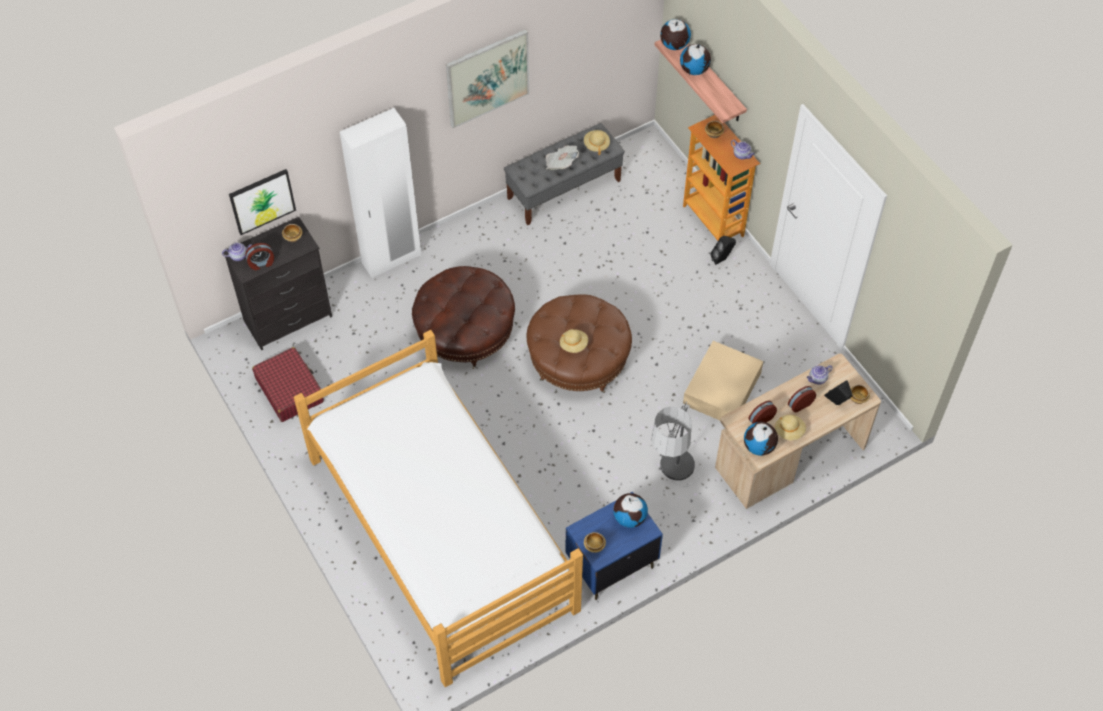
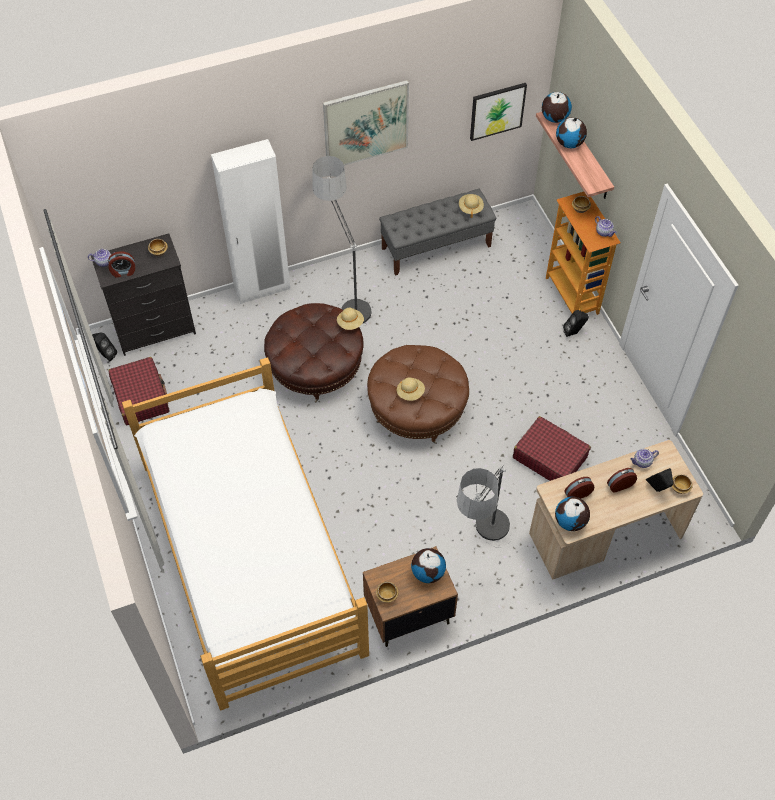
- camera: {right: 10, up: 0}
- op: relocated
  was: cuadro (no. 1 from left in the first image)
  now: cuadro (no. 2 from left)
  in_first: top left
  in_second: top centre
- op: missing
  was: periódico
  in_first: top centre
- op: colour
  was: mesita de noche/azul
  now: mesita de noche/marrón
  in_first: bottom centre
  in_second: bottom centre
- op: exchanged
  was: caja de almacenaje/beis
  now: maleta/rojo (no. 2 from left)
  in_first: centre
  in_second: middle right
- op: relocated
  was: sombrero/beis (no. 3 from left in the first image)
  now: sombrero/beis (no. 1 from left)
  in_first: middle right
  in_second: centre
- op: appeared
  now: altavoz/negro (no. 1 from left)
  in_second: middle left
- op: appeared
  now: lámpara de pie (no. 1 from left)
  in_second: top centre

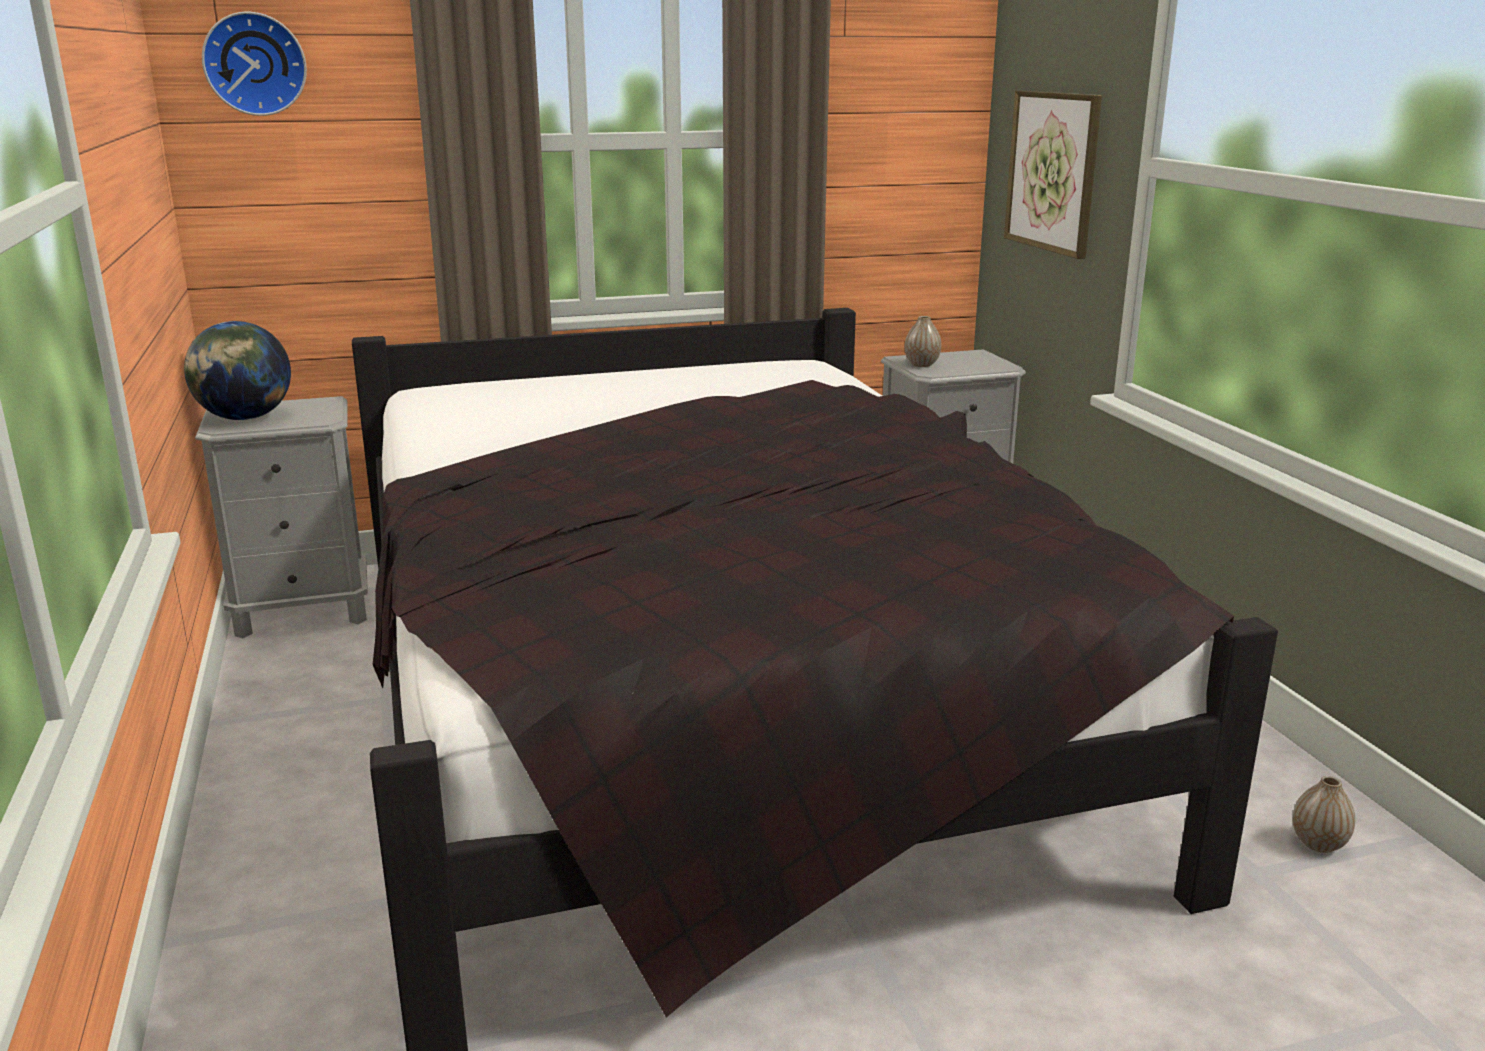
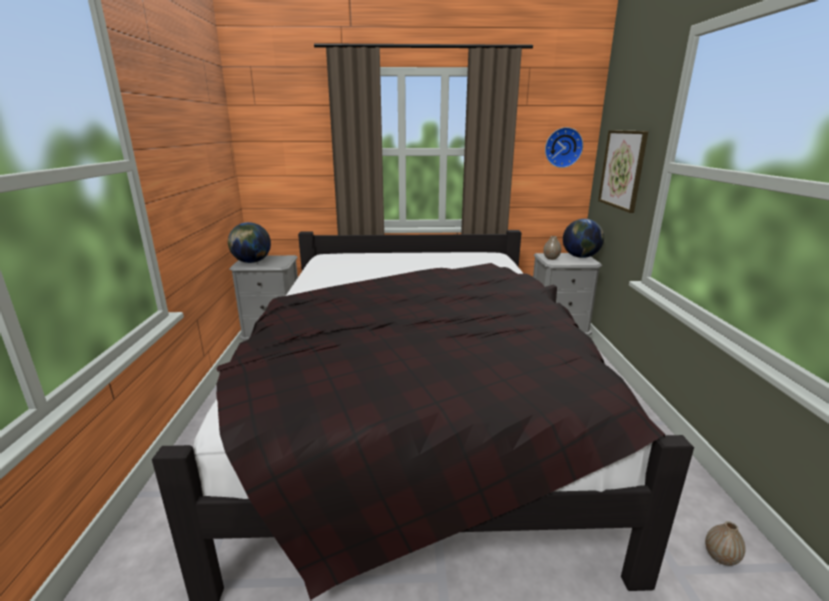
- camera: {right: 15, up: 0}
- op: relocated
  was: reloj de pared
  in_first: top left
  in_second: top right
- op: appeared
  now: globo terráqueo (no. 2 from left)
  in_second: middle right

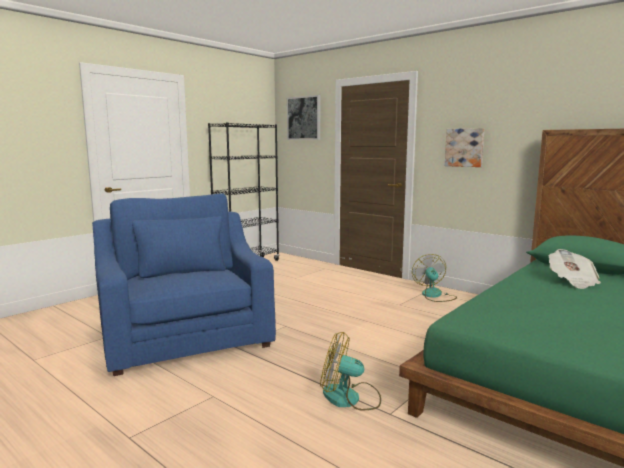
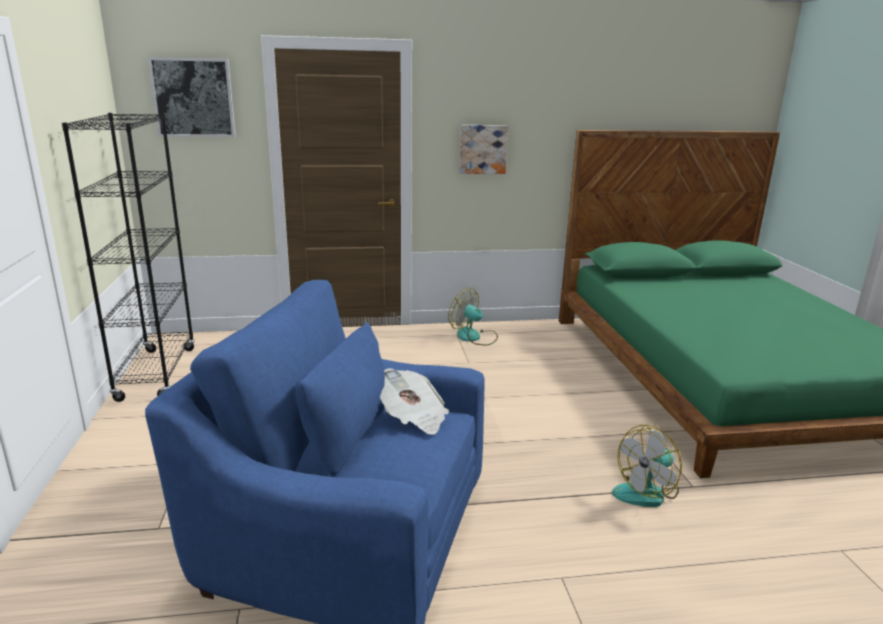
- camera: {right: -50, up: 10}
- op: relocated
  was: periódico
  in_first: middle right
  in_second: centre

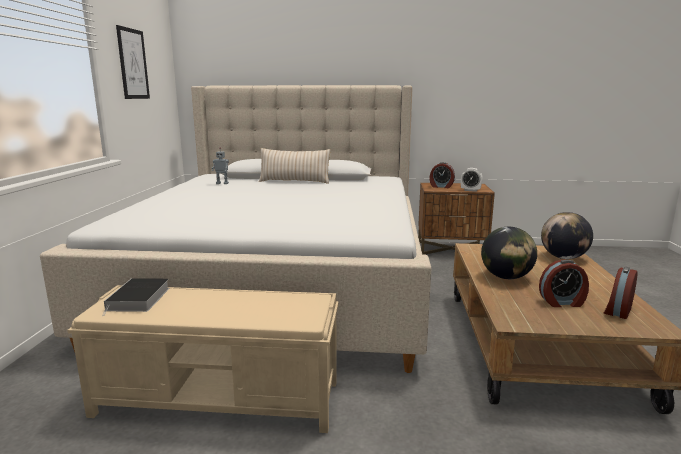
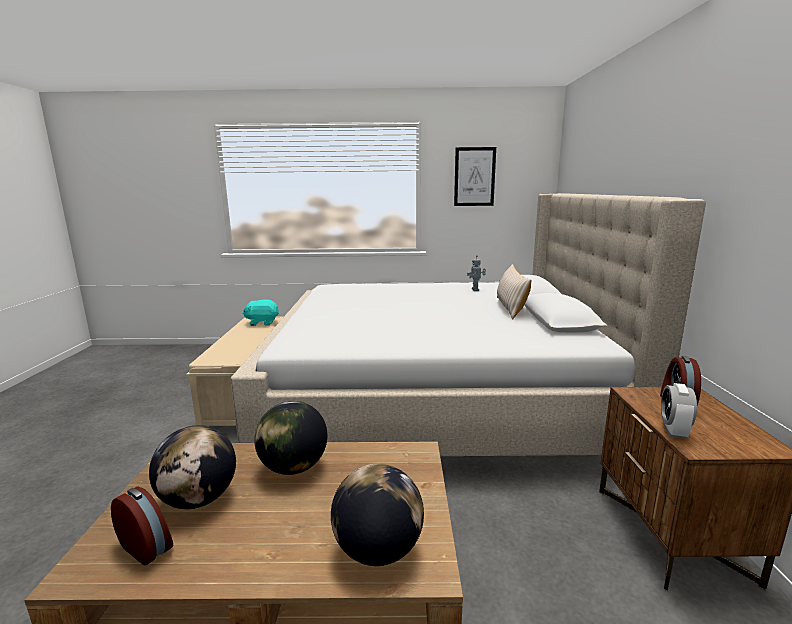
- camera: {right: 85, up: 0}
- op: exchanged
  was: libro
  now: peluche/turquesa
  in_first: middle left
  in_second: middle left
- op: exchanged
  was: despertador (no. 3 from left)
  now: globo terráqueo (no. 1 from left)
  in_first: middle right
  in_second: bottom left

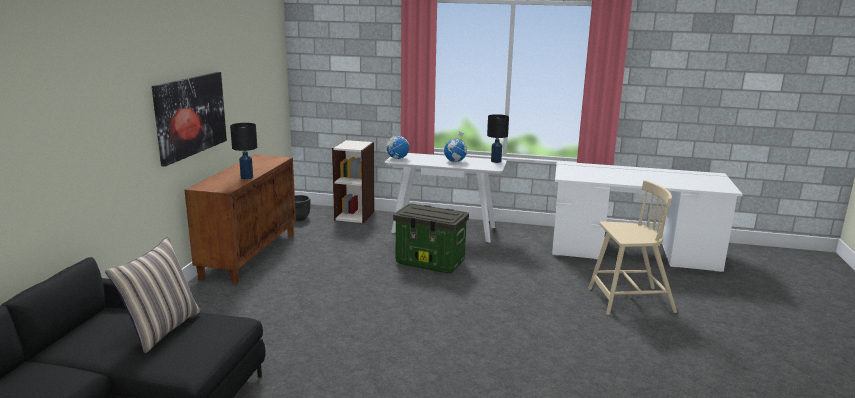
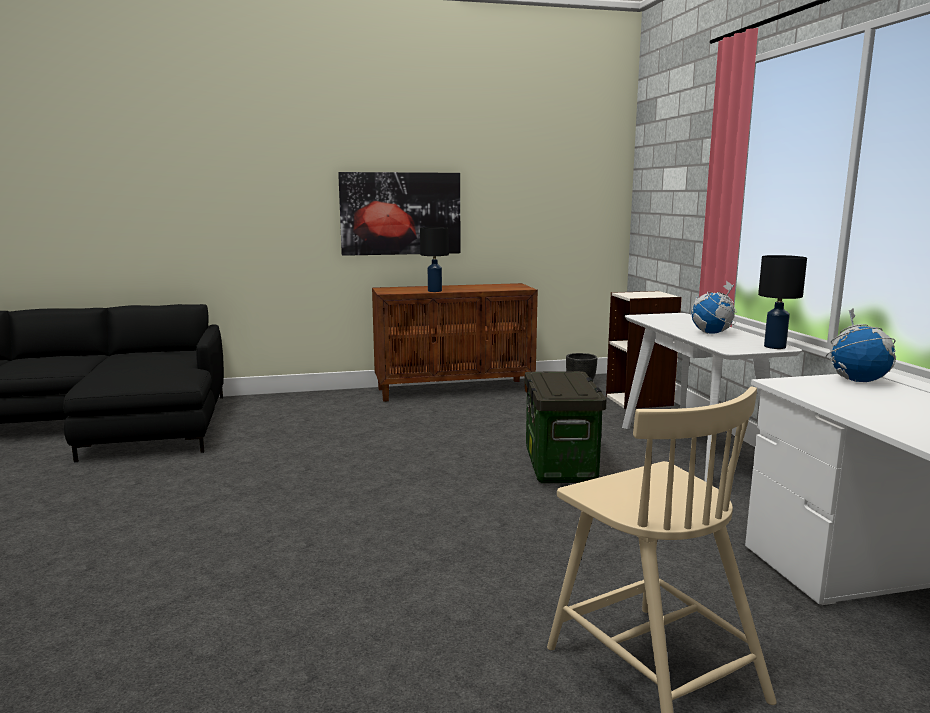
- camera: {right: 65, up: -5}
- op: missing
  was: cojín
  in_first: bottom left
- op: relocated
  was: globo terráqueo (no. 1 from left in the first image)
  now: globo terráqueo (no. 2 from left)
  in_first: centre
  in_second: middle right

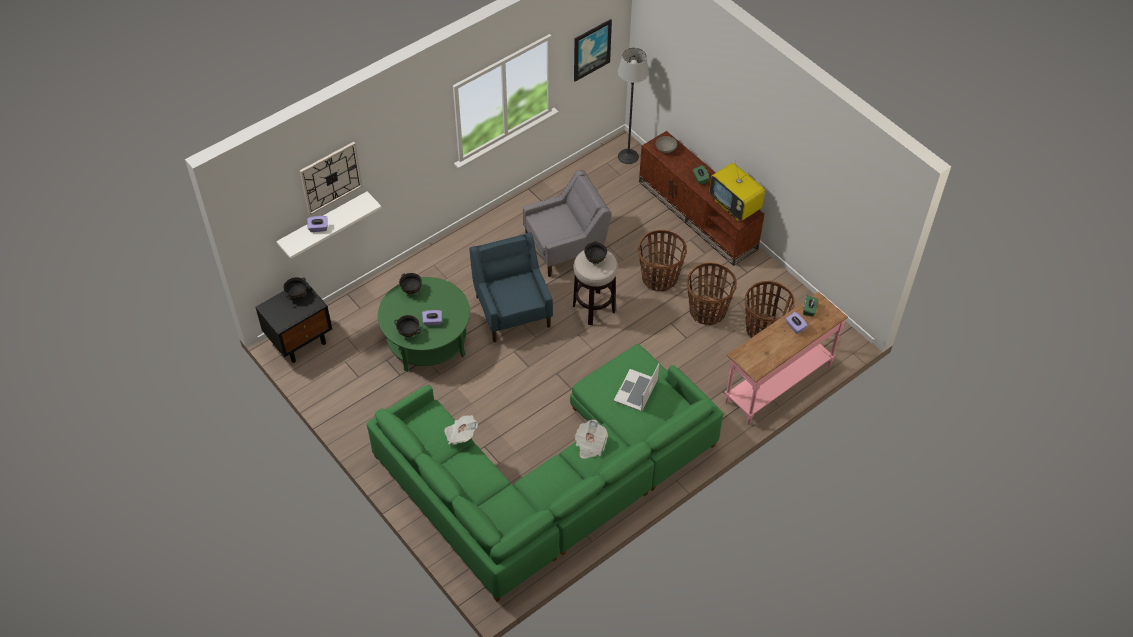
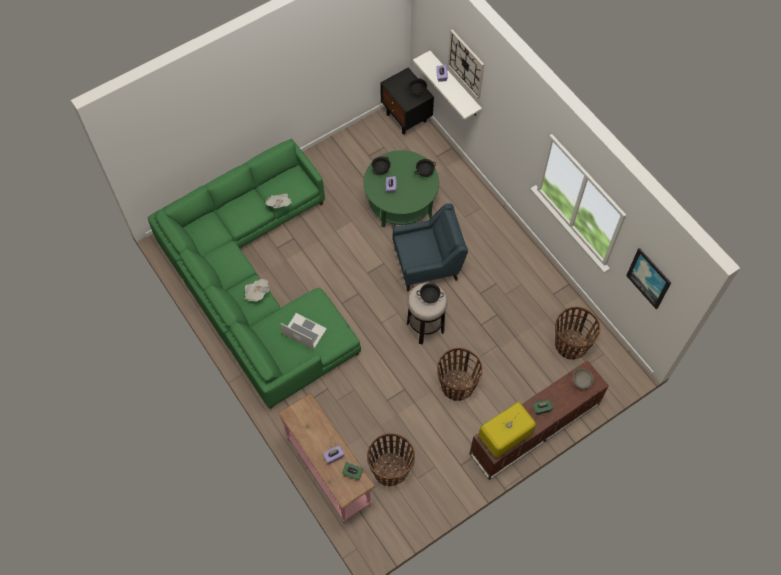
- camera: {right: 95, up: 10}
- op: missing
  was: sillón/gris
  in_first: centre
- op: missing
  was: lámpara de pie
  in_first: top centre
- op: relocated
  was: cesta (no. 2 from left in the first image)
  now: cesta (no. 3 from left)
  in_first: centre
  in_second: middle right

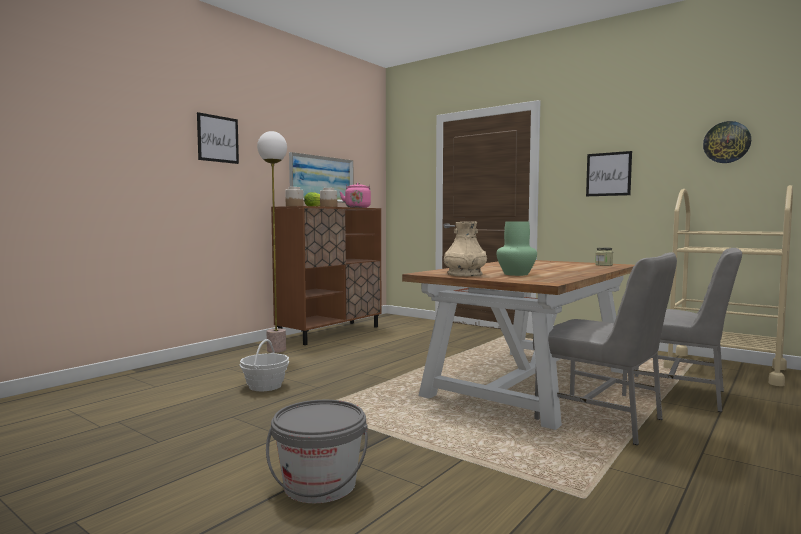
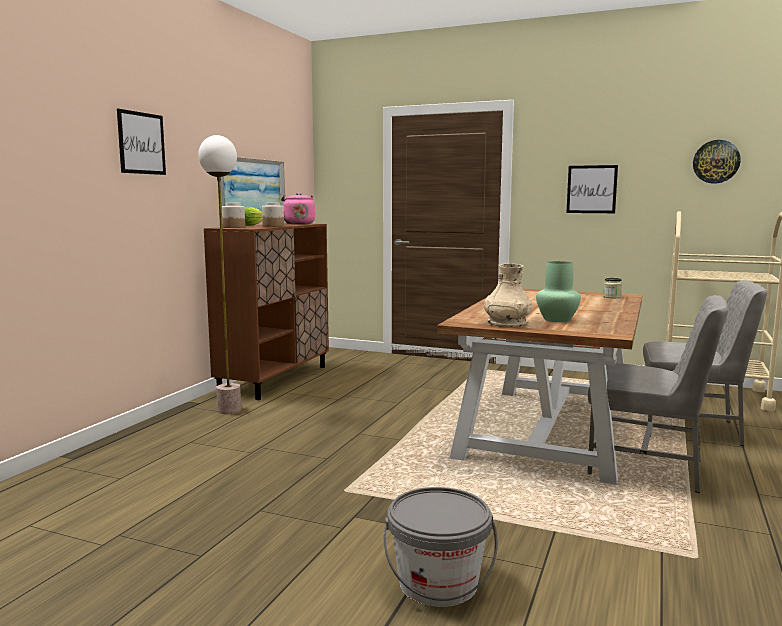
- camera: {right: -15, up: 5}
- op: missing
  was: cesta
  in_first: bottom left

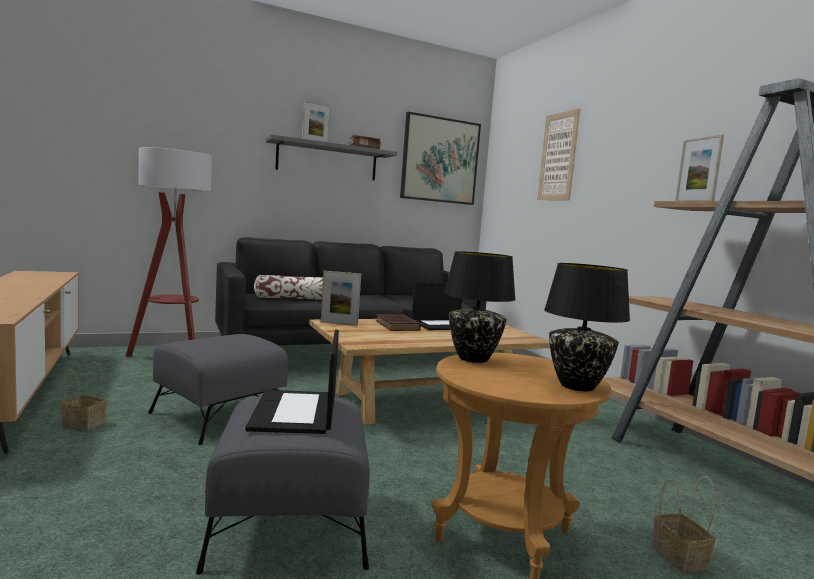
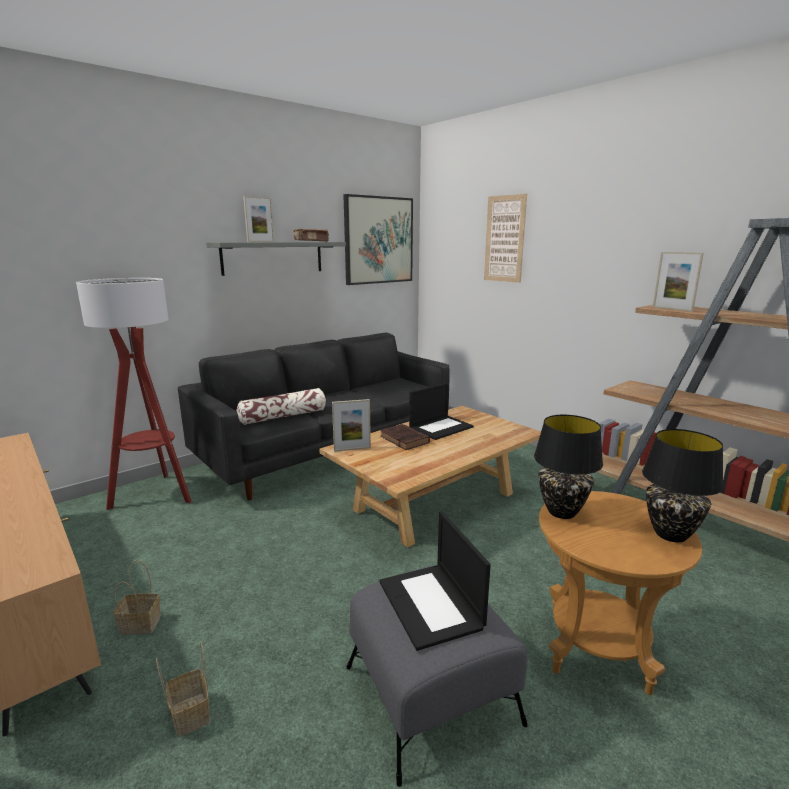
- camera: {right: -15, up: 10}
- op: missing
  was: puf/gris (no. 1 from left)
  in_first: bottom left
- op: relocated
  was: cesta (no. 2 from left)
  in_first: bottom right
  in_second: bottom left

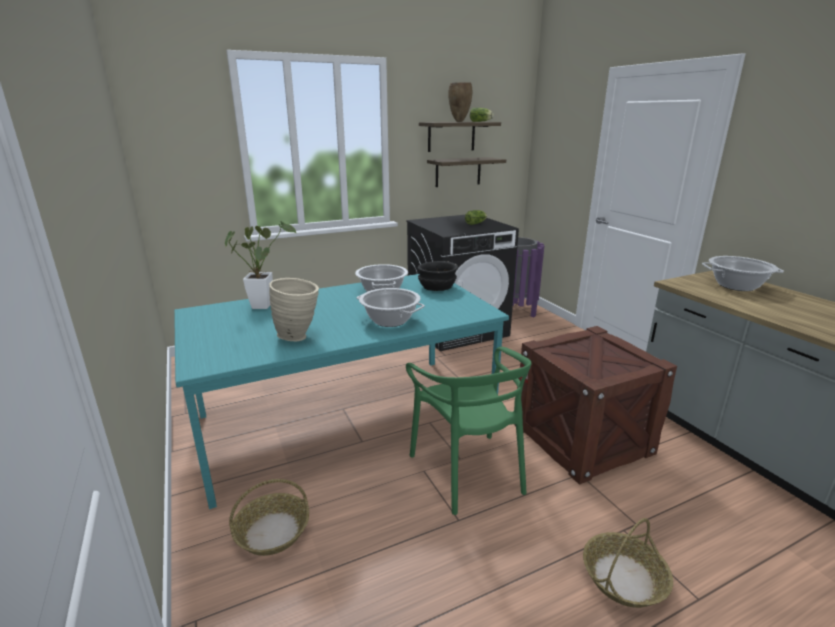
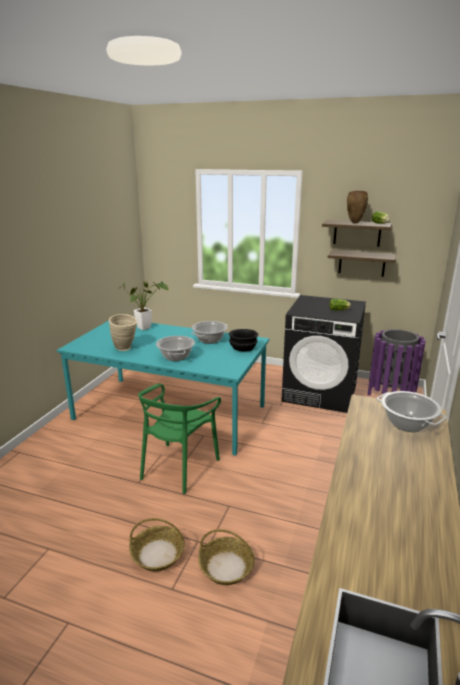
- camera: {right: 45, up: 0}
- op: relocated
  was: cesta (no. 1 from left in the first image)
  now: cesta (no. 2 from left)
  in_first: bottom left
  in_second: bottom centre
- op: missing
  was: caja de embalaje
  in_first: middle right

